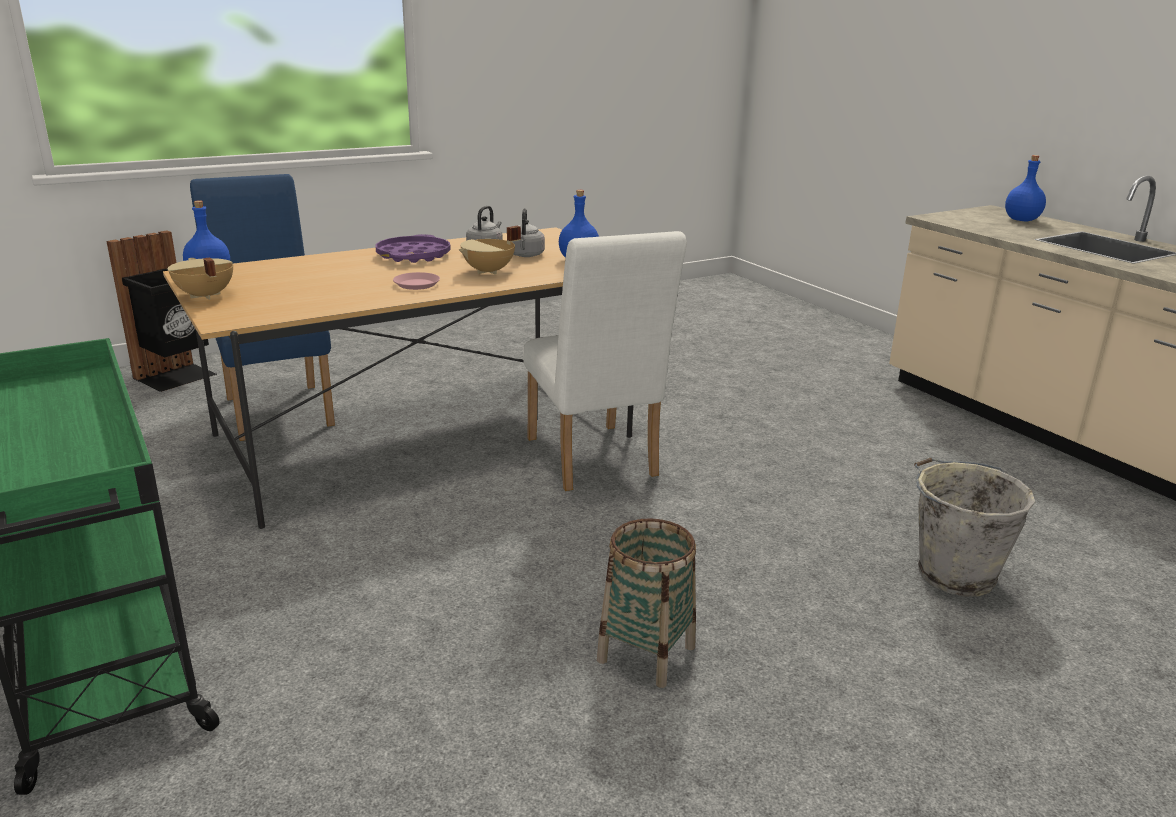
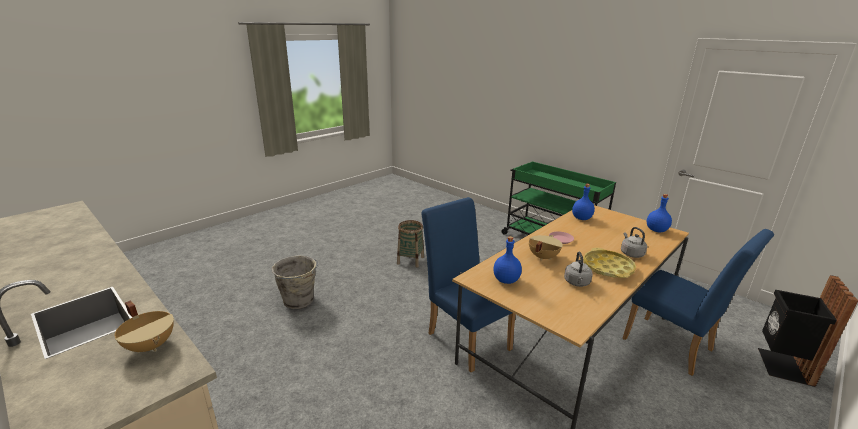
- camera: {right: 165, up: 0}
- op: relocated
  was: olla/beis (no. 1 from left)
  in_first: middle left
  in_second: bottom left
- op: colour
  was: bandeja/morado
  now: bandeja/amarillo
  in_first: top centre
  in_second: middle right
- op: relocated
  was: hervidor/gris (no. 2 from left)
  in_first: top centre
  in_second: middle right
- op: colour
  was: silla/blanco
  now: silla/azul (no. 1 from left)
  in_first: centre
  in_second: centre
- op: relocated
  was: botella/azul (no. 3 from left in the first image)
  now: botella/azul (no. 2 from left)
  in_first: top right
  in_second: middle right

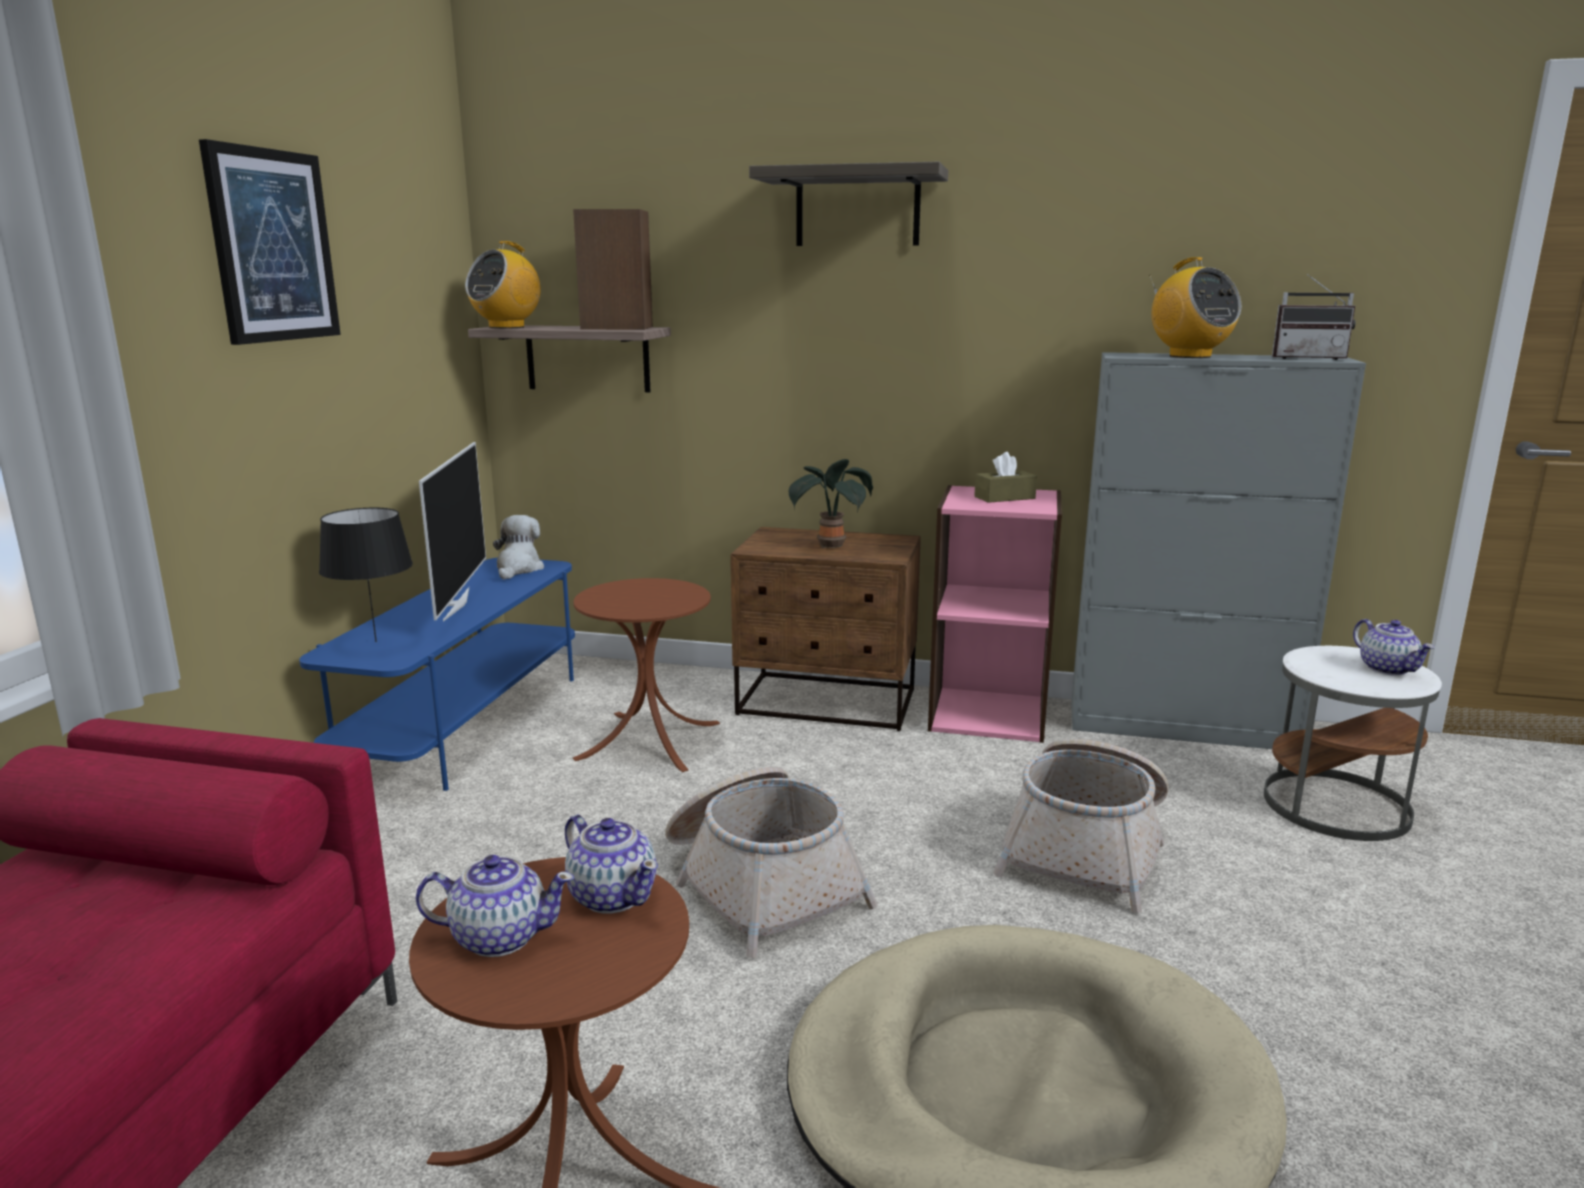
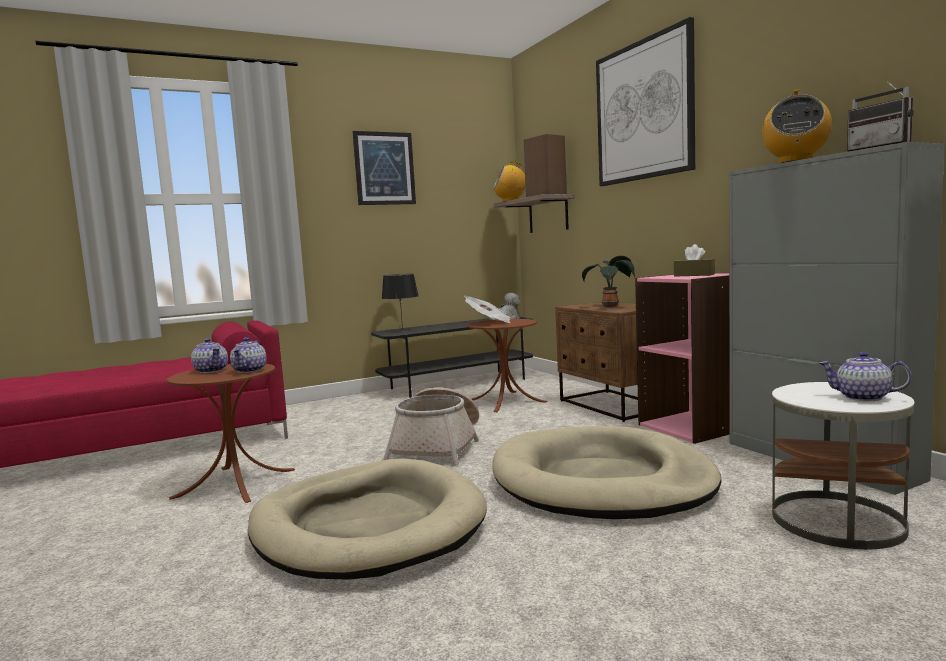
- camera: {right: 50, up: -10}
- op: colour
  was: mueble de televisión/azul
  now: mueble de televisión/negro
  in_first: middle left
  in_second: centre
- op: missing
  was: televisor
  in_first: middle left
- op: exchanged
  was: estante (no. 2 from left)
  now: cuadro (no. 2 from left)
  in_first: top centre
  in_second: top right
- op: exchanged
  was: cesta (no. 2 from left)
  now: cama para perro/beis (no. 2 from left)
  in_first: bottom right
  in_second: bottom centre
- op: spun
  was: tetera (no. 3 from left)
  in_first: middle right
  in_second: middle right
  clockwise: 90
- op: appeared
  now: periódico
  in_second: centre

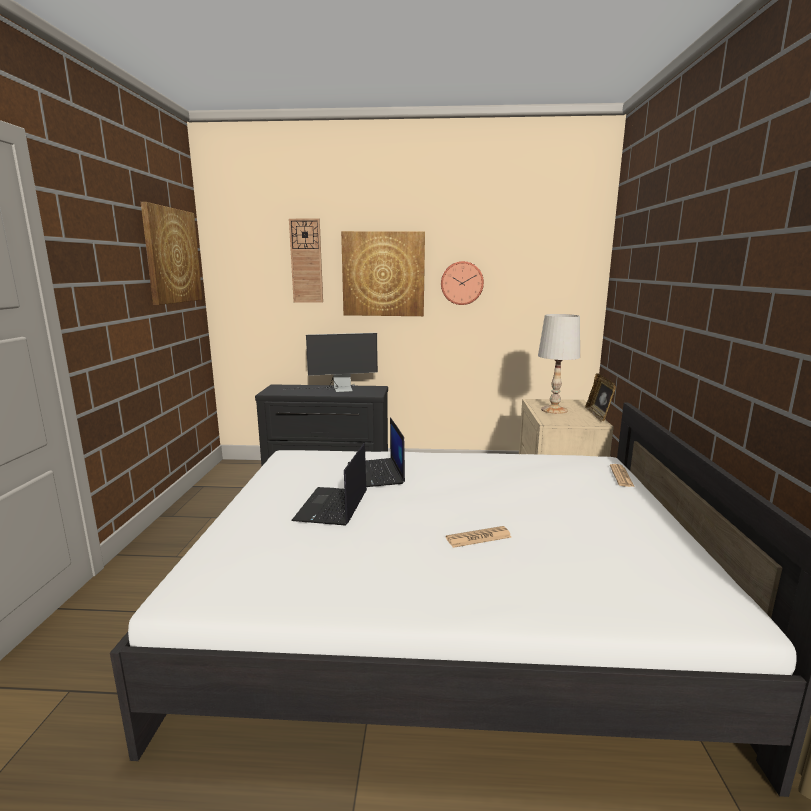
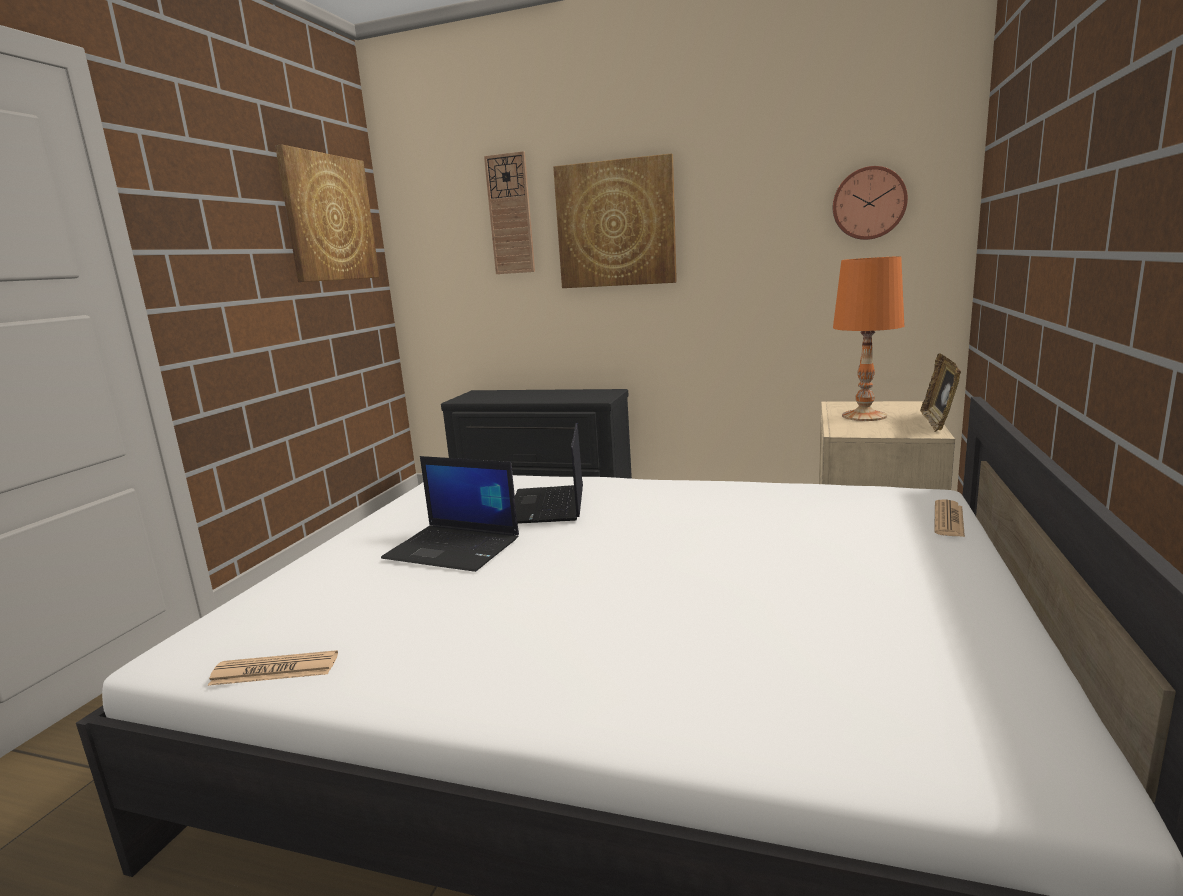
- camera: {right: 15, up: 0}
- op: spun
  was: portátil (no. 1 from left)
  in_first: centre
  in_second: centre
  clockwise: -90
- op: missing
  was: monitor
  in_first: centre
- op: relocated
  was: reloj de pared (no. 2 from left)
  in_first: centre
  in_second: top right
- op: relocated
  was: periódico (no. 1 from left)
  in_first: centre
  in_second: bottom left
- op: colour
  was: lámpara de mesa/blanco
  now: lámpara de mesa/naranja
  in_first: middle right
  in_second: middle right

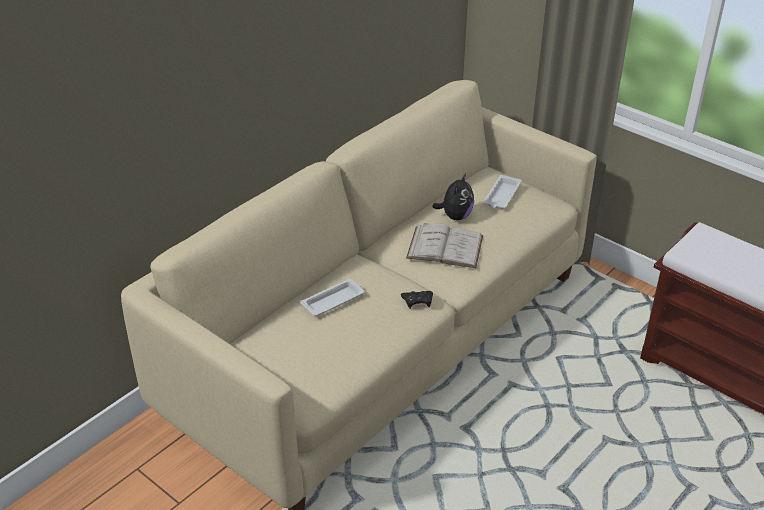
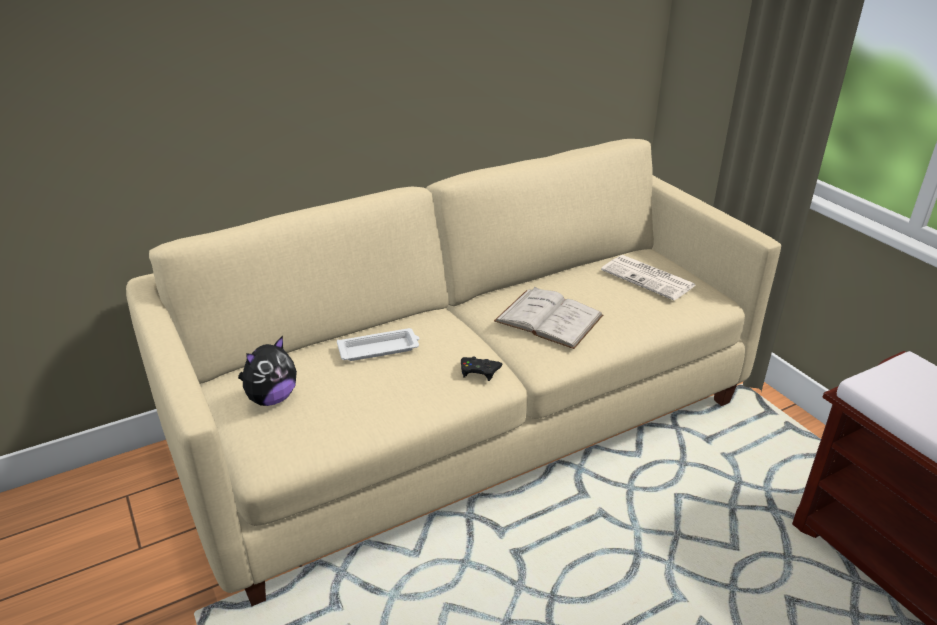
- camera: {right: 20, up: -5}
- op: relocated
  was: peluche
  in_first: centre
  in_second: middle left
- op: exchanged
  was: bandeja/blanco (no. 2 from left)
  now: periódico
  in_first: centre
  in_second: middle right

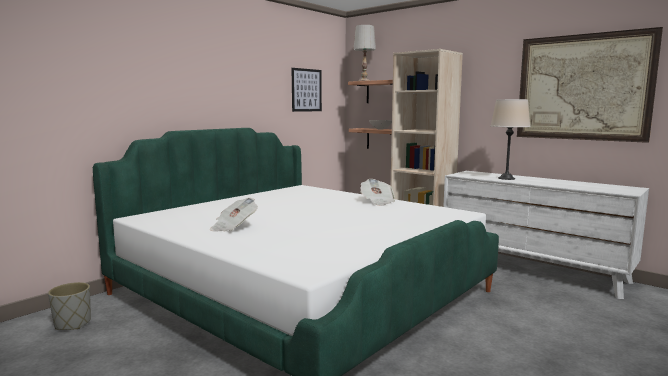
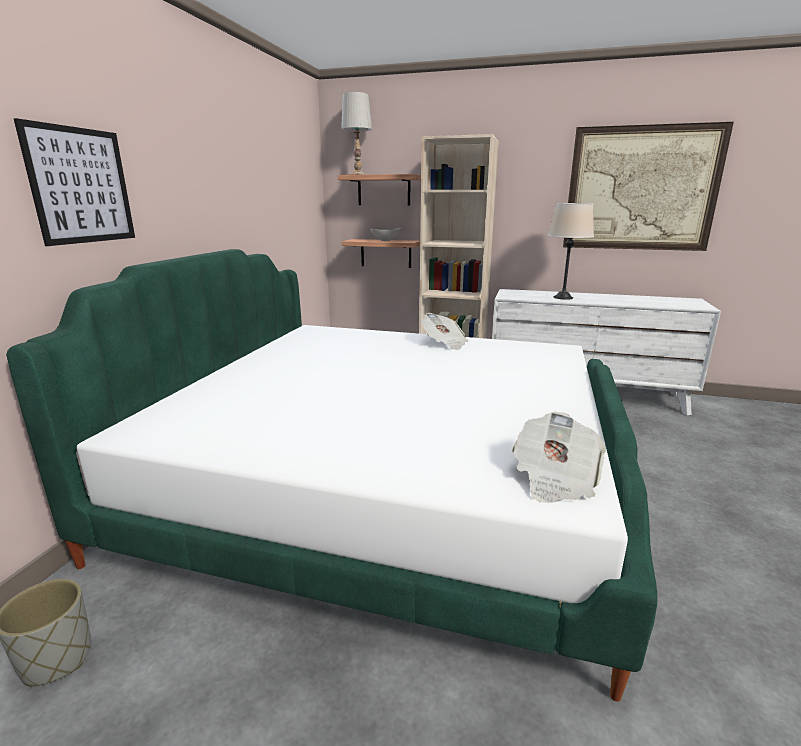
- camera: {right: -25, up: 10}
- op: relocated
  was: periódico (no. 1 from left in the first image)
  now: periódico (no. 2 from left)
  in_first: centre
  in_second: middle right
- op: relocated
  was: cuadro (no. 1 from left)
  in_first: top centre
  in_second: top left

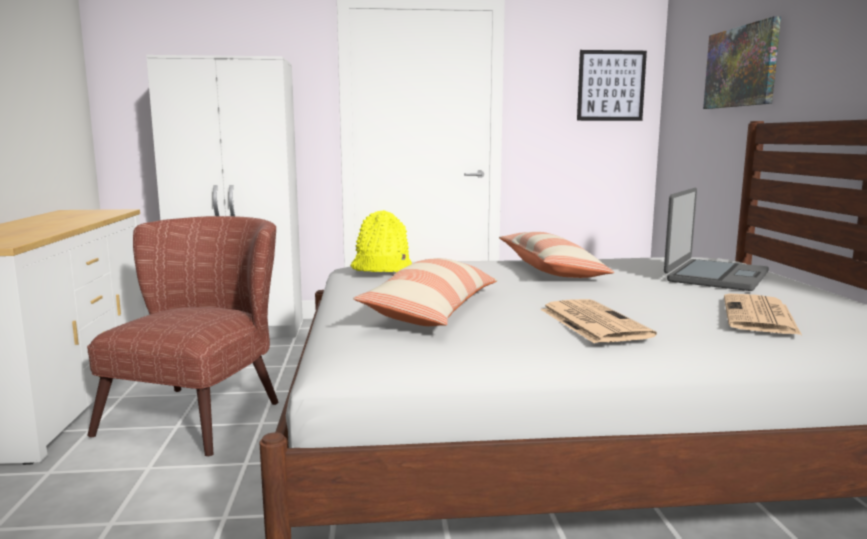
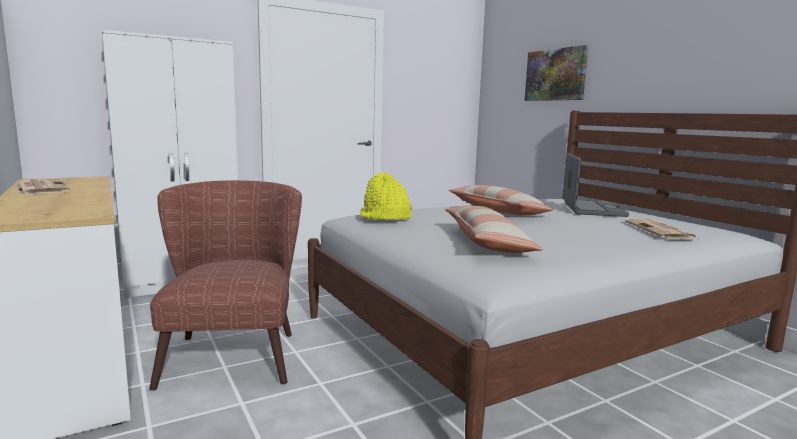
- camera: {right: -25, up: 0}
- op: relocated
  was: periódico (no. 1 from left)
  in_first: middle right
  in_second: middle left
- op: missing
  was: cuadro (no. 1 from left)
  in_first: top right

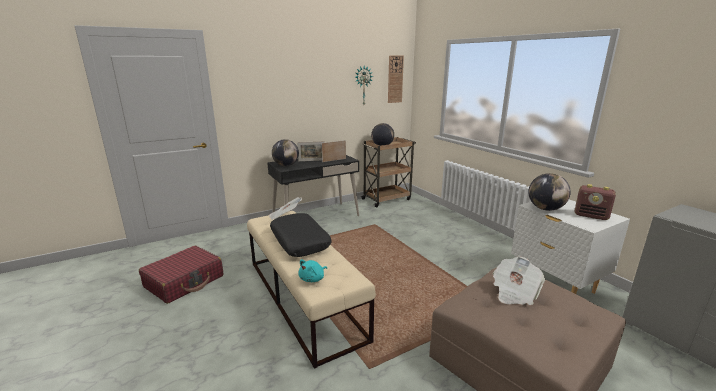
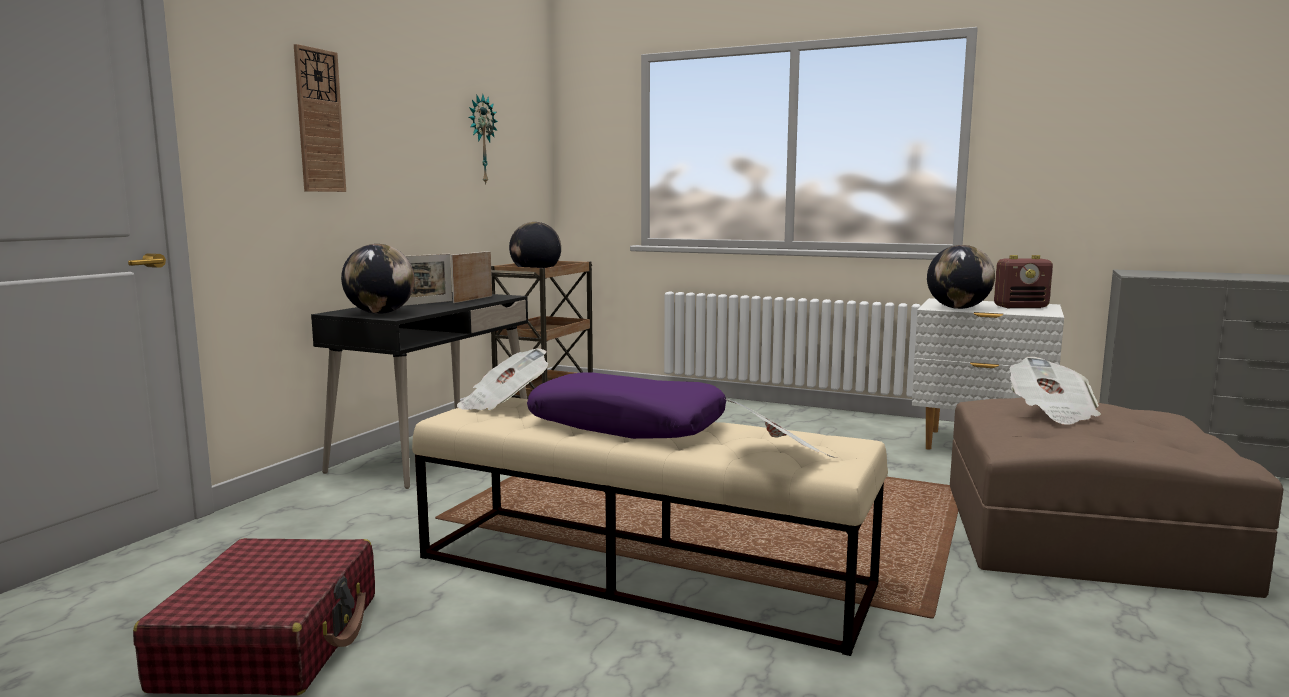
- camera: {right: -35, up: -10}
- op: colour
  was: cojín/negro
  now: cojín/morado
  in_first: centre
  in_second: centre
- op: exchanged
  was: peluche/turquesa
  now: periódico (no. 2 from left)
  in_first: bottom centre
  in_second: centre
- op: relocated
  was: reloj de pared (no. 2 from left in the first image)
  now: reloj de pared (no. 1 from left)
  in_first: top centre
  in_second: top left

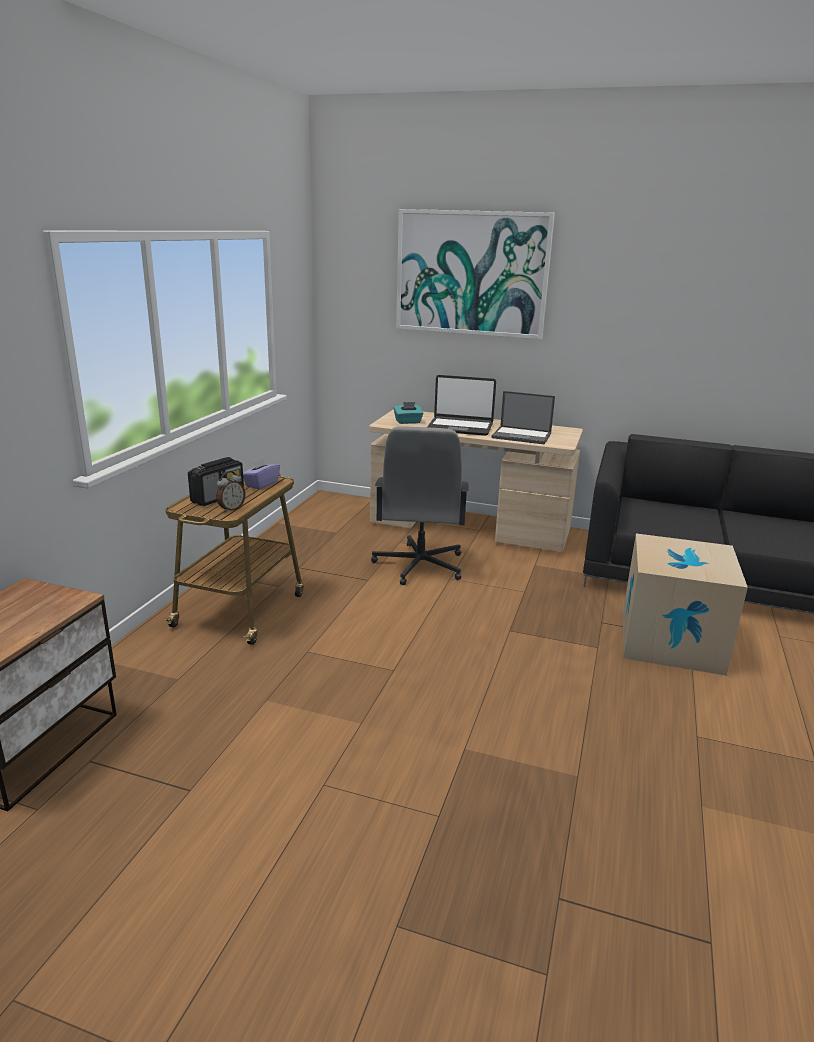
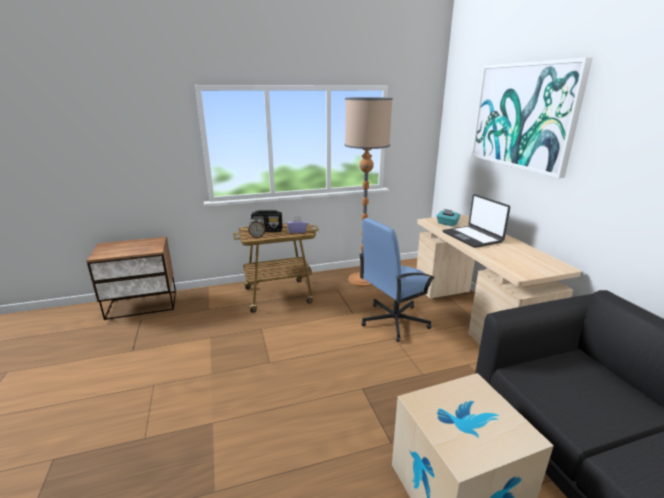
- camera: {right: 55, up: 0}
- op: colour
  was: silla de oficina/gris
  now: silla de oficina/azul
  in_first: centre
  in_second: centre
- op: missing
  was: portátil (no. 2 from left)
  in_first: centre
- op: appeared
  now: lámpara de pie
  in_second: centre

